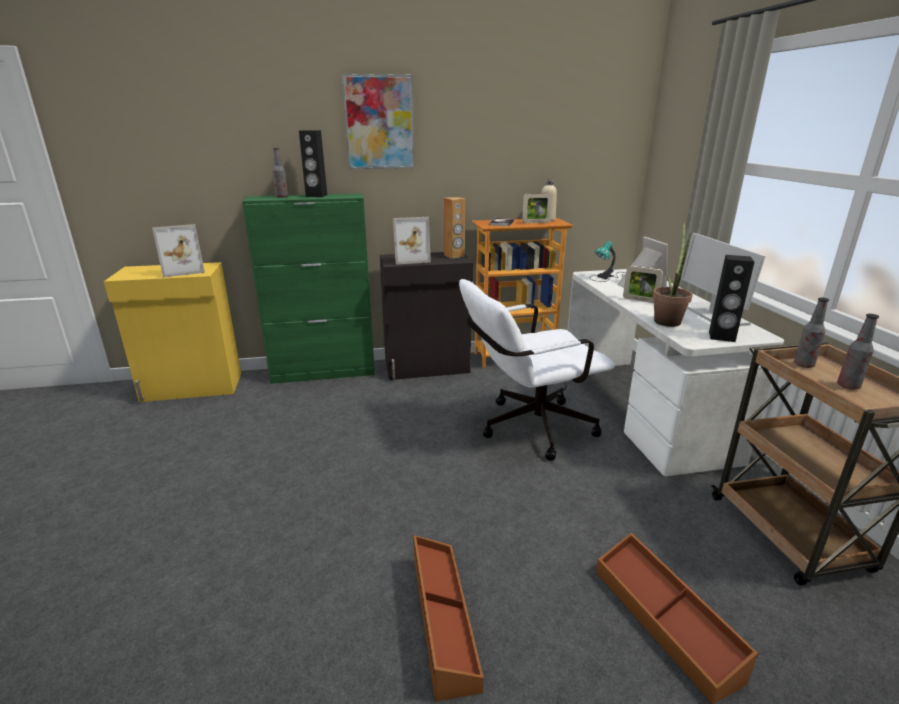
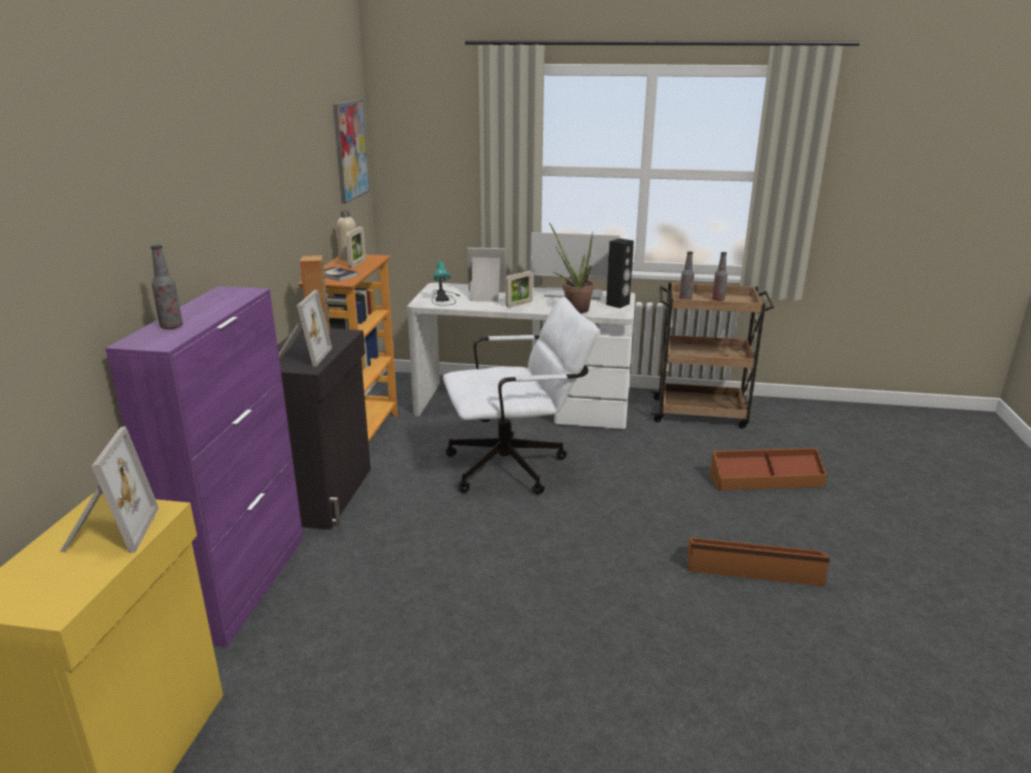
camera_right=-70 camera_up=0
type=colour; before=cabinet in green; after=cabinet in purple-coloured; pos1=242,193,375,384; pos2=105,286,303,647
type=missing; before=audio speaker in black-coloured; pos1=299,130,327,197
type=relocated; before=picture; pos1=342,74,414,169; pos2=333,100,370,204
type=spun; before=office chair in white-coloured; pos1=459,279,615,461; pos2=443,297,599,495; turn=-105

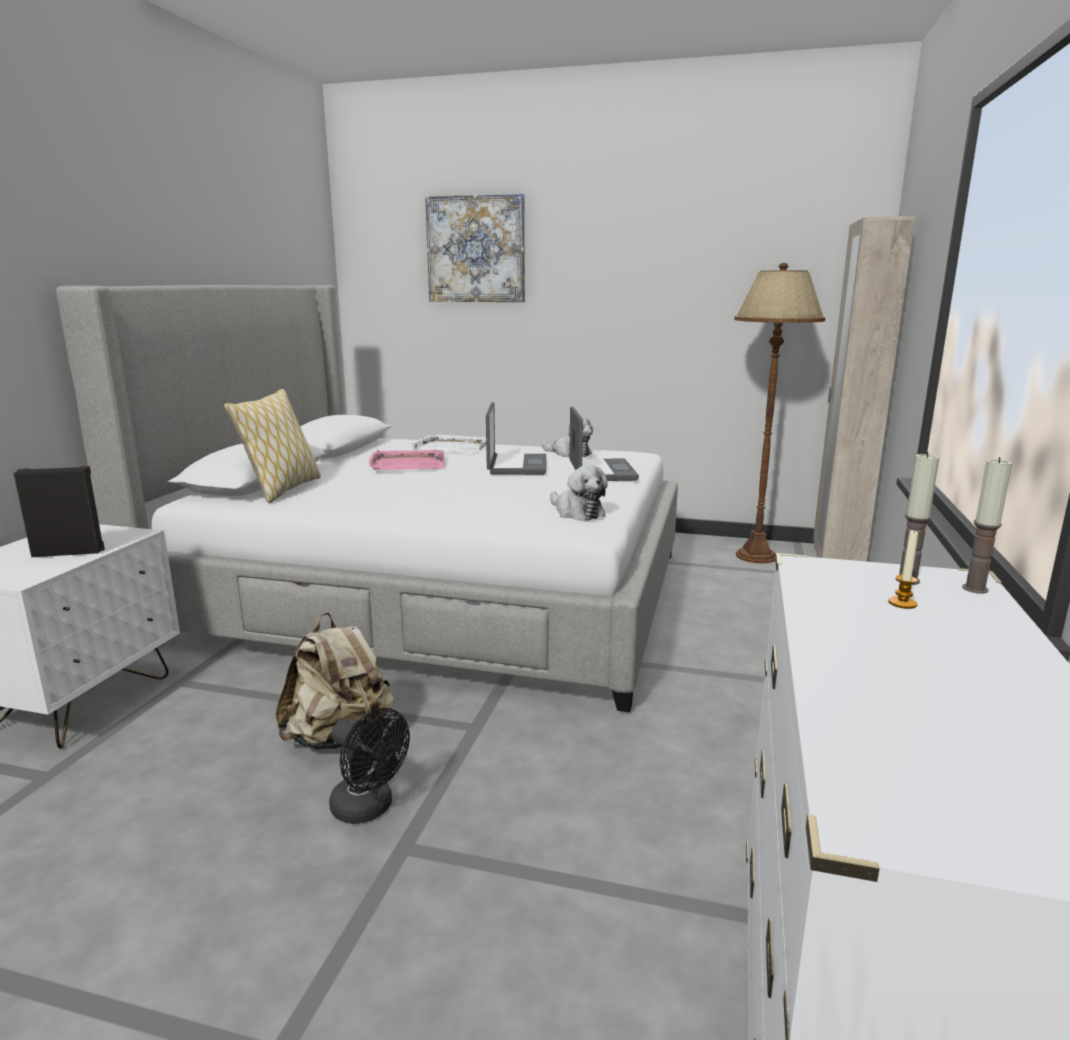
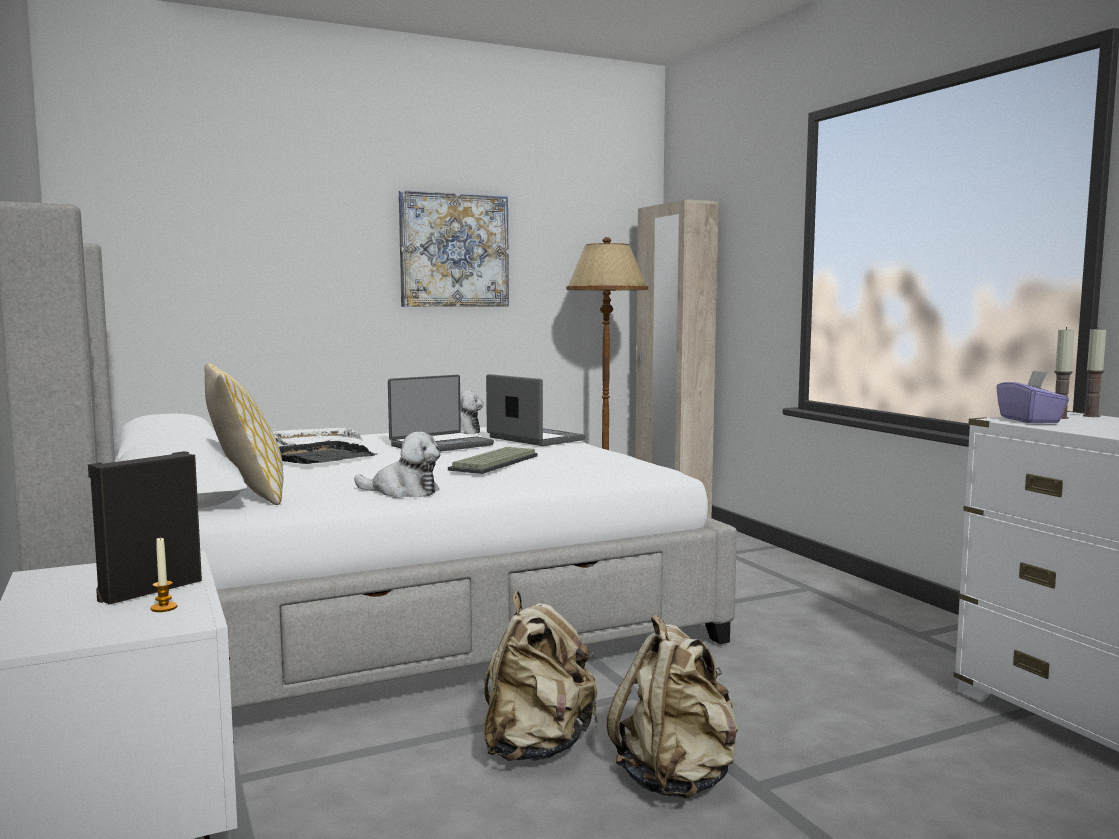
camera_right=-40 camera_up=-10
type=exchanged; before=cooling fan in black-coloured; after=knapsack in beige; pos1=329,708,410,824; pos2=607,614,738,798
type=colour; before=carrying tray in pinkish; after=carrying tray in black-coloured; pos1=369,450,445,470; pos2=279,440,377,464
type=relocated; before=picture; pos1=425,193,525,302; pos2=399,190,509,307
type=spun; before=notebook computer; pos1=486,403,546,475; pos2=388,375,494,452; turn=90
type=relocated; before=cuddly toy; pos1=550,465,608,521; pos2=354,432,440,498
type=relocated; before=wax light; pos1=888,529,918,609; pos2=151,538,177,612
type=appeared; after=PC keyboard; pos2=448,447,538,474
type=appeared; after=box of tissues in purple-coloured; pos2=996,370,1069,423

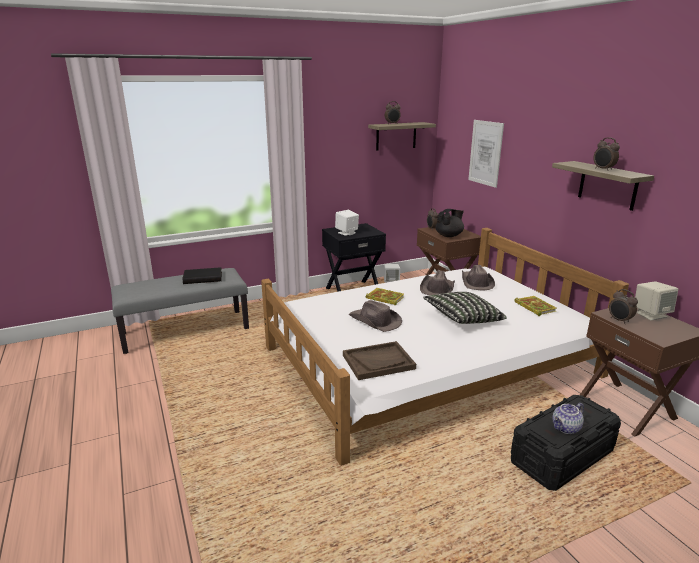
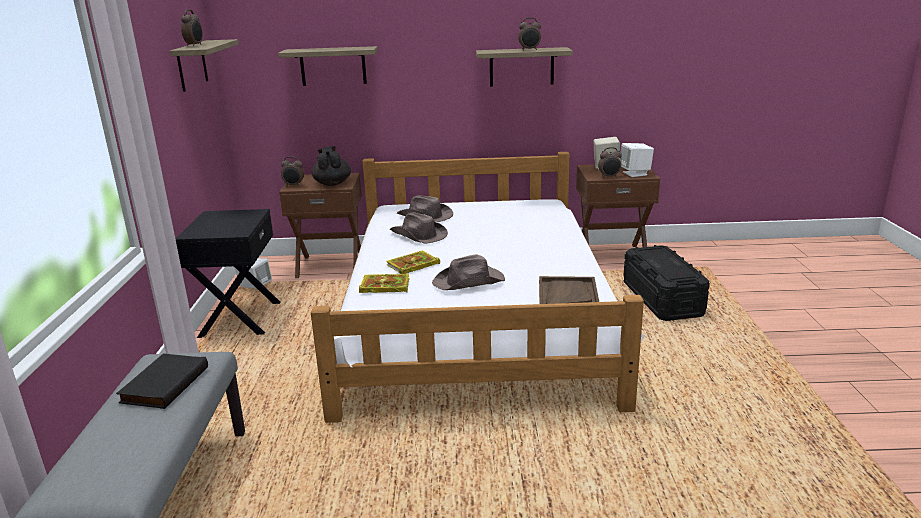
camera_right=-65 camera_up=0
type=relocated; before=audio speaker in white-coloured; pos1=335,210,359,236; pos2=620,143,654,177
type=missing; before=pillow; pos1=423,292,507,324
type=exchanged; before=picture; after=wall shelf; pos1=468,120,504,188; pos2=278,46,378,86
type=relocated; before=volume; pos1=514,296,557,316; pos2=359,274,410,293
type=missing; before=tea pot; pos1=552,403,584,434

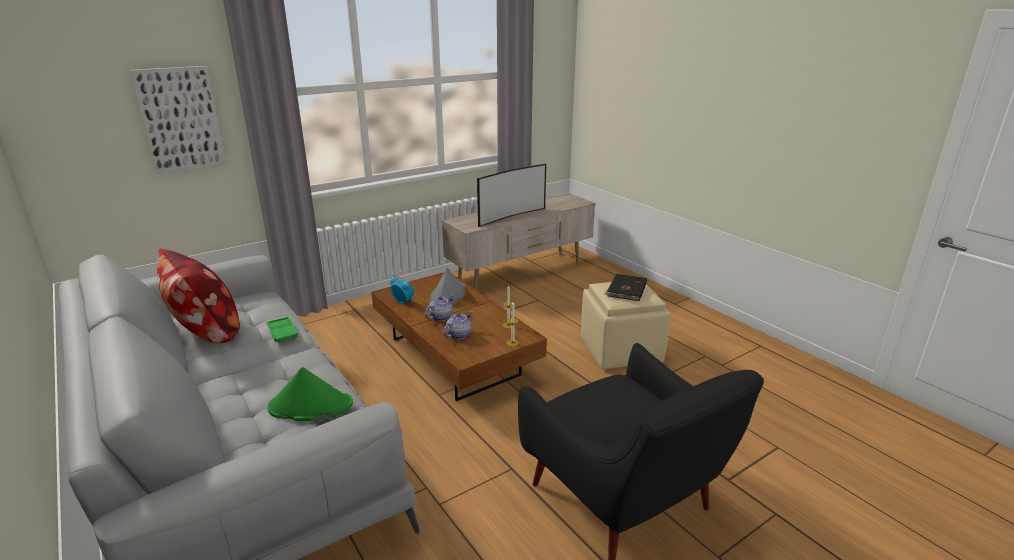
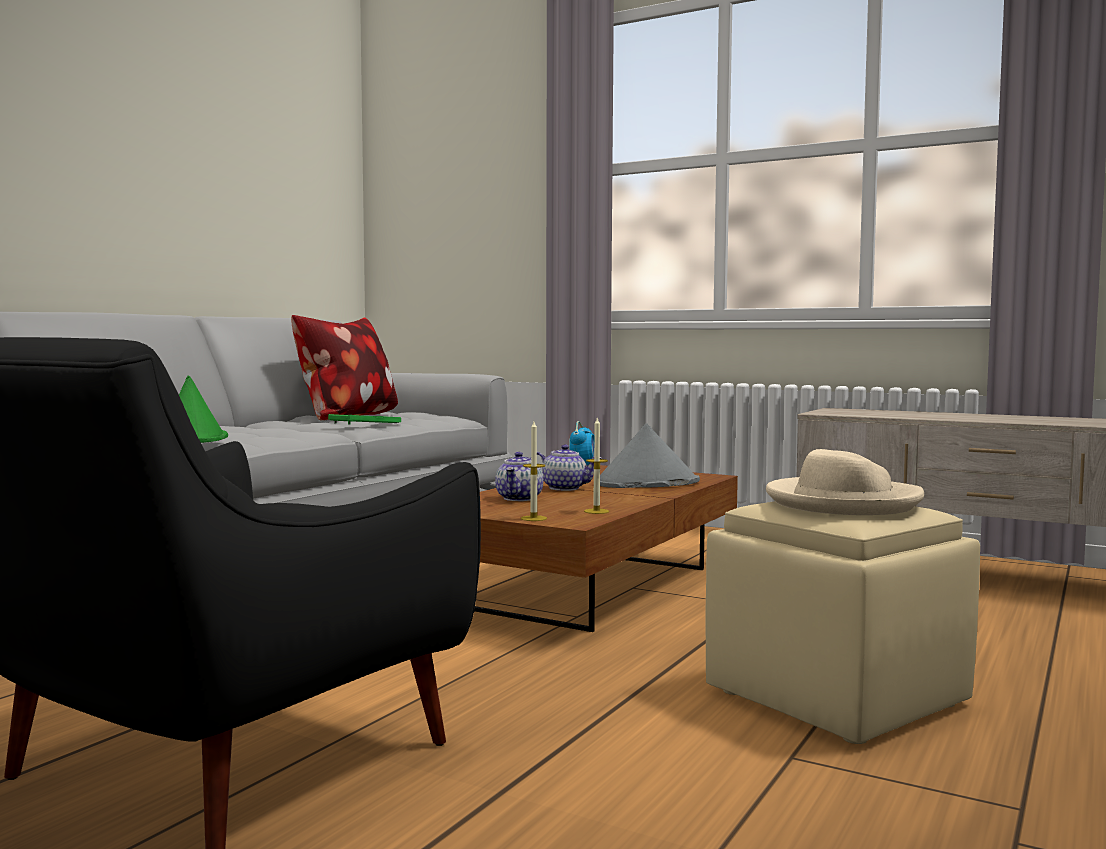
camera_right=65 camera_up=-20
type=missing; before=picture; pos1=130,66,227,174
type=spun; before=tea pot; pos1=444,311,473,339; pos2=495,452,543,501; turn=90
type=missing; before=television; pos1=477,164,546,227
type=exchanged; before=volume in black-coloured; after=clothing hat in beige; pos1=604,274,647,301; pos2=766,449,924,515

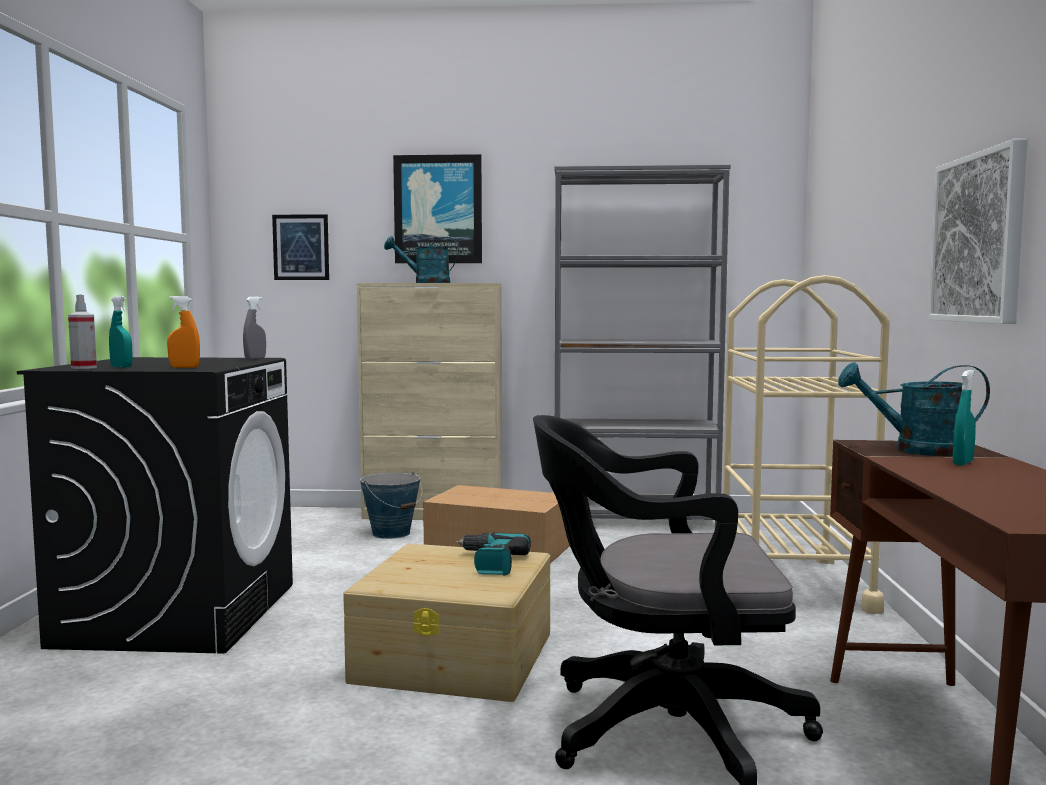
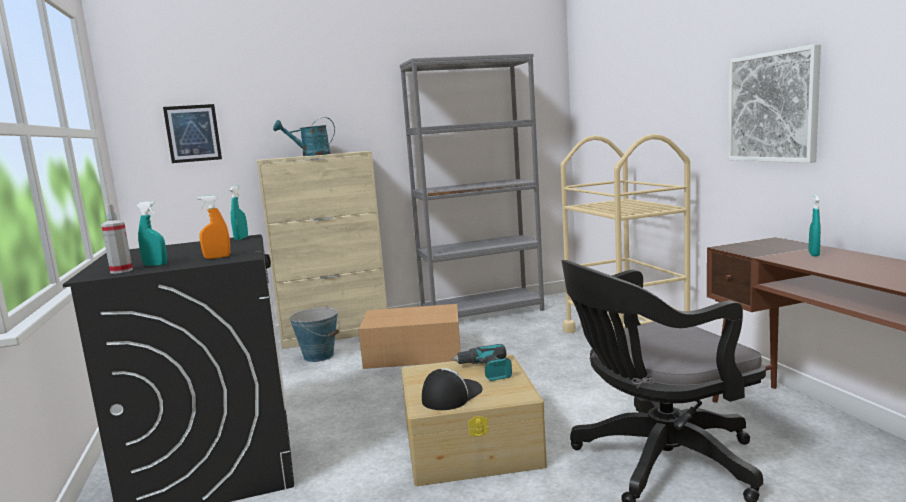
camera_right=-20 camera_up=5
type=colour; before=hand sprayer in gray; after=hand sprayer in blue-green; pos1=243,297,266,359; pos2=230,186,248,240
type=missing; before=picture; pos1=393,154,482,263
type=missing; before=watering pot in blue-green; pos1=838,362,990,456
type=appeared; after=cap; pos2=422,368,482,410

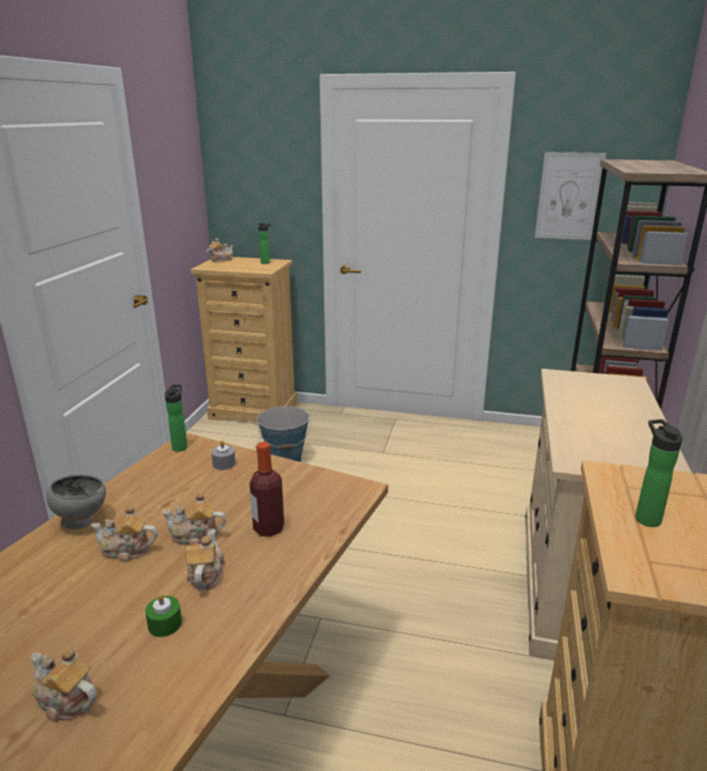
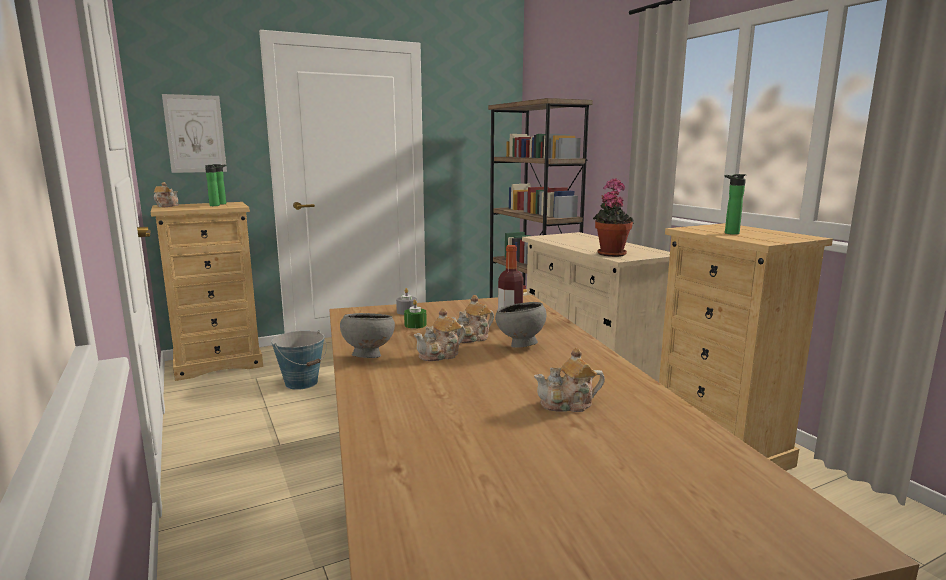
camera_right=-40 camera_up=-10
type=relocated; before=wax light in green; pos1=145,593,182,637; pos2=404,300,427,329
type=relocated; before=drink bottle; pos1=165,384,188,452; pos2=205,165,220,206
type=exchanged; before=tea pot; after=bowl in gray; pos1=186,529,225,590; pos2=495,302,546,348
type=relocated; before=picture; pos1=535,152,606,240; pos2=162,94,227,173
type=appeared; after=plant in a pot; pos2=593,178,634,257

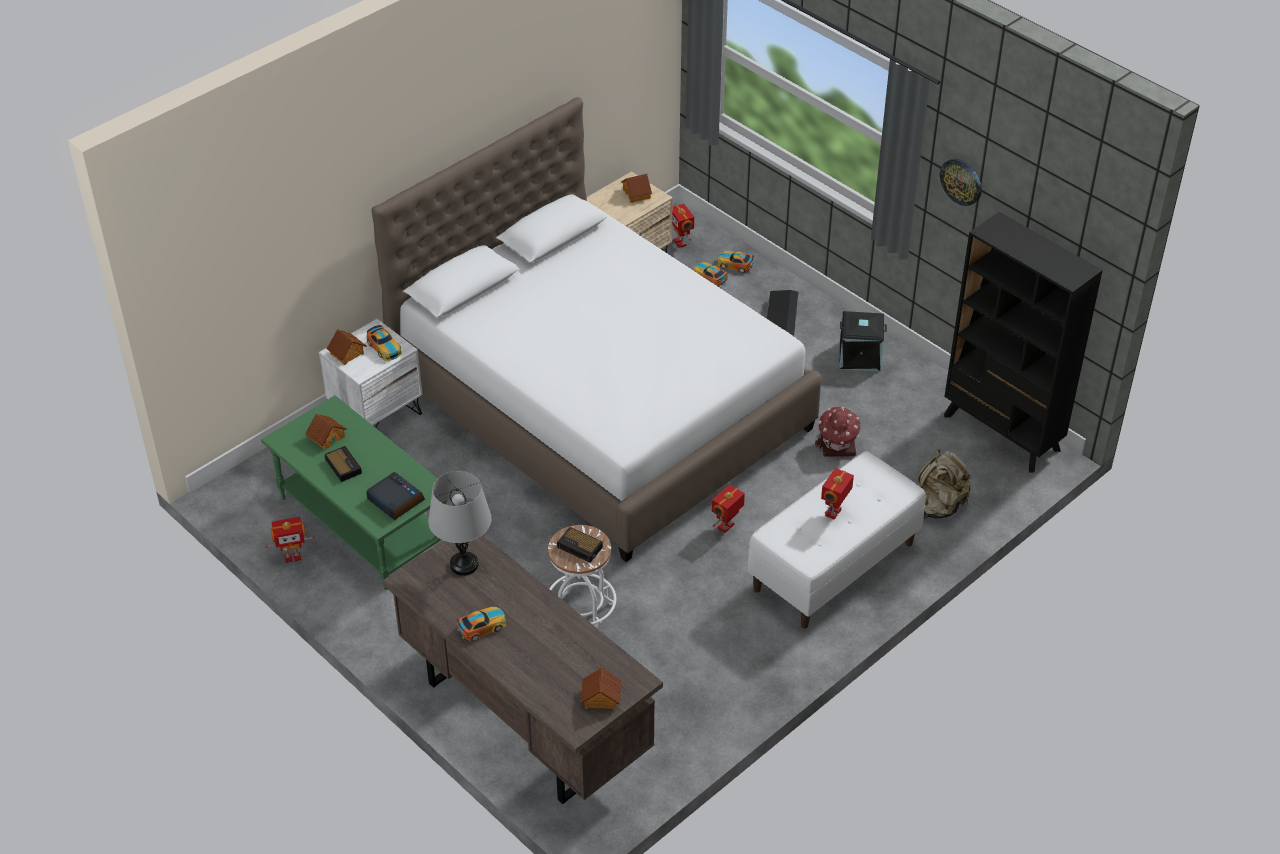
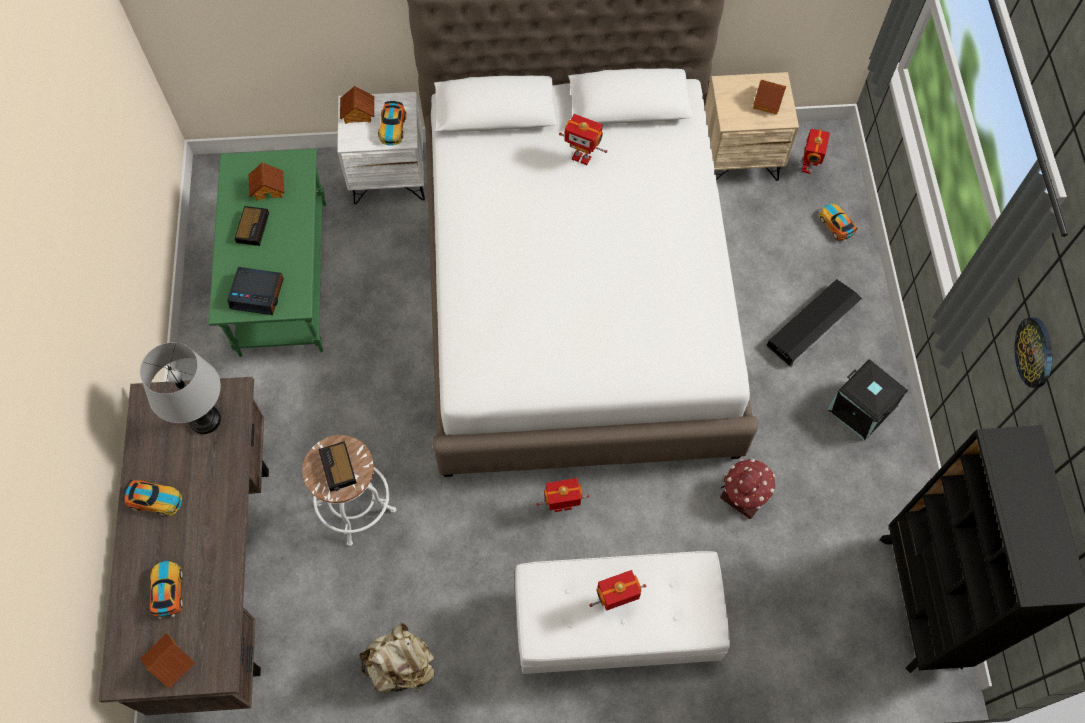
camera_right=40 camera_up=20
type=relocated; before=toy robot; pos1=265,517,314,563; pos2=559,114,608,165
type=spun; before=bedside clock; pos1=366,472,425,520; pos2=227,267,284,315; turn=105
type=relocated; before=toy car; pos1=693,262,728,287; pos2=149,561,183,619
type=relocated; before=knapsack in beige; pos1=918,449,971,519; pos2=359,623,435,693

